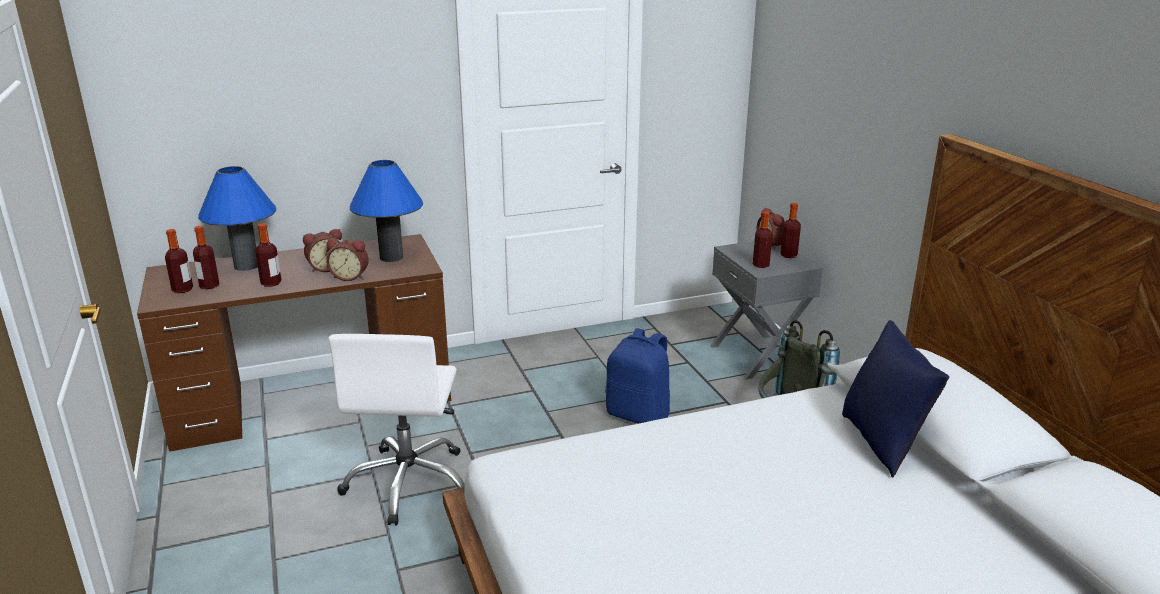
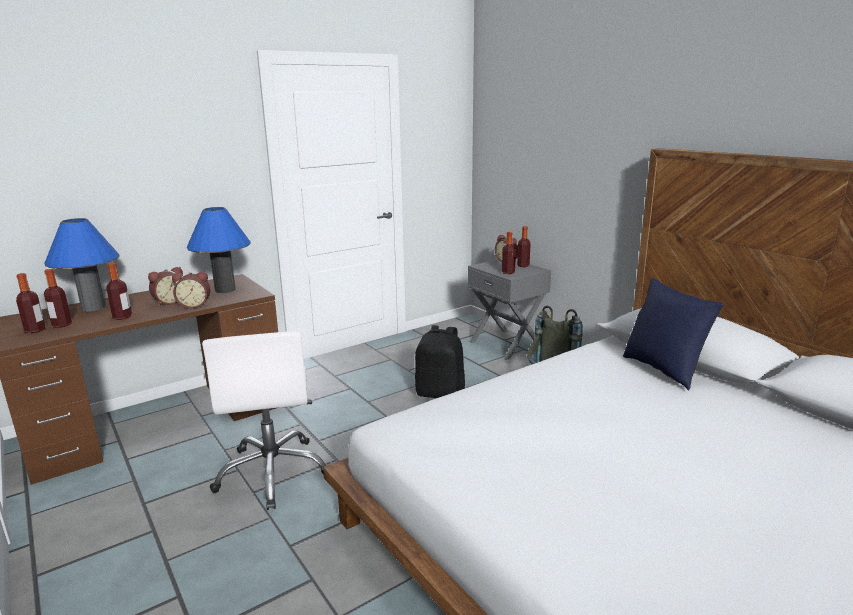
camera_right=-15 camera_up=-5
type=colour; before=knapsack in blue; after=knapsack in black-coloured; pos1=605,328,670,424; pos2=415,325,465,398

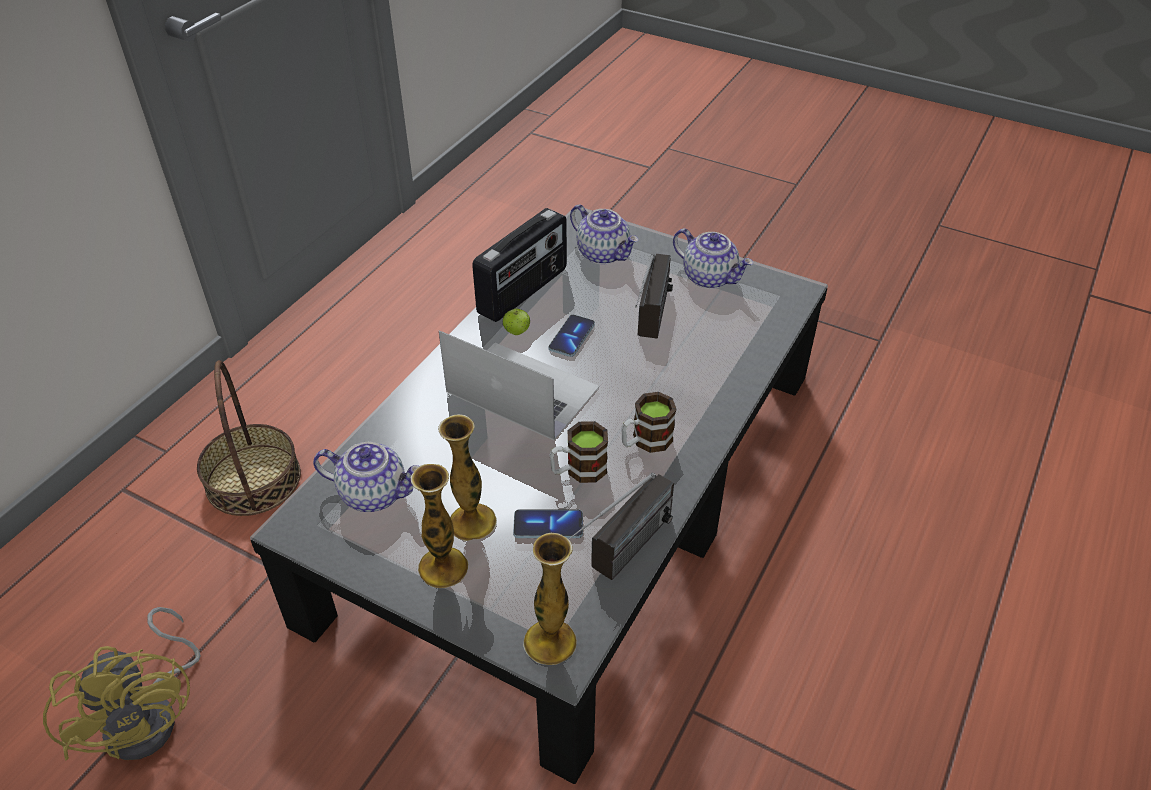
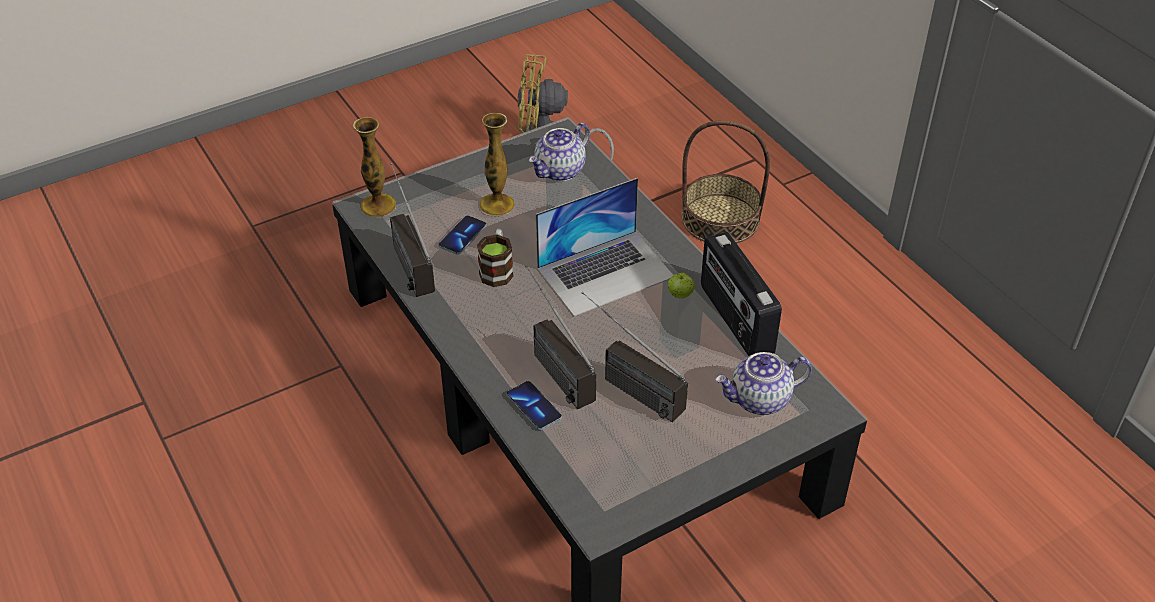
camera_right=120 camera_up=0
type=missing; before=decorative vase; pos1=410,464,469,588
type=relocated; before=telephone; pos1=549,315,595,357; pos2=507,381,562,430
type=missing; before=tea mug; pos1=621,392,676,453
type=missing; before=tea pot; pos1=673,228,753,289
type=appeared; after=radio receiver; pos2=525,265,596,410

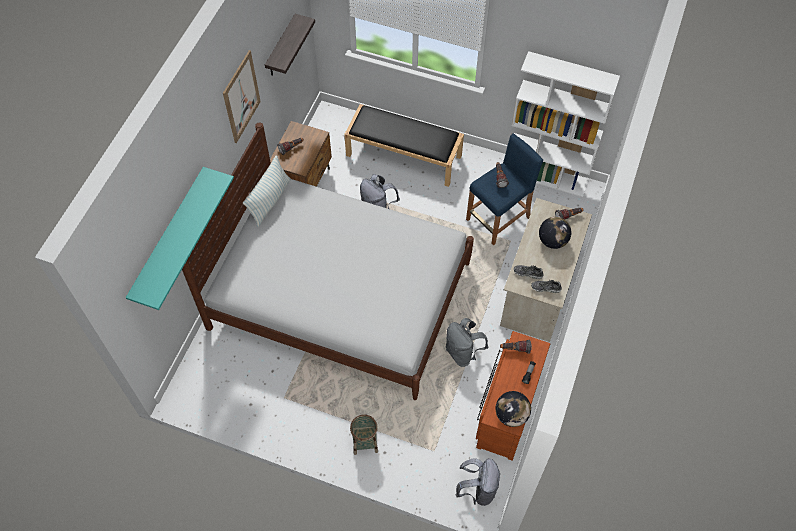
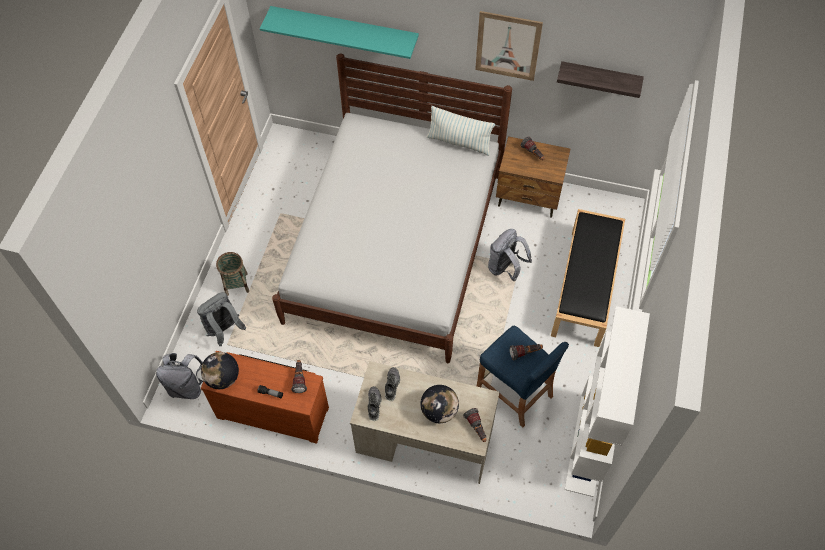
camera_right=85 camera_up=0
type=relocated; before=knapsack in gray; pos1=446,318,488,367; pos2=197,292,247,346

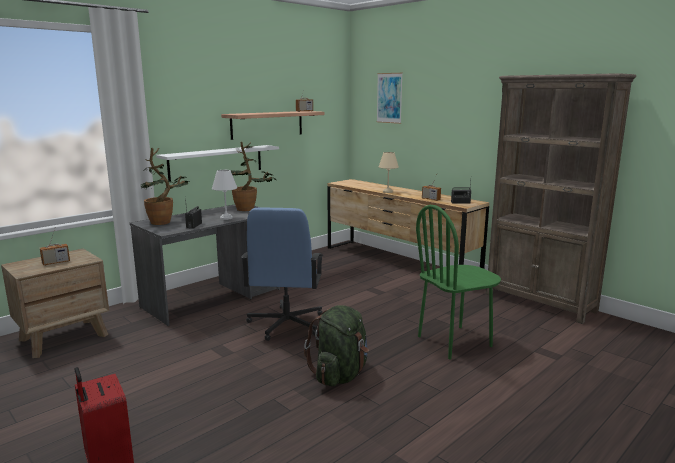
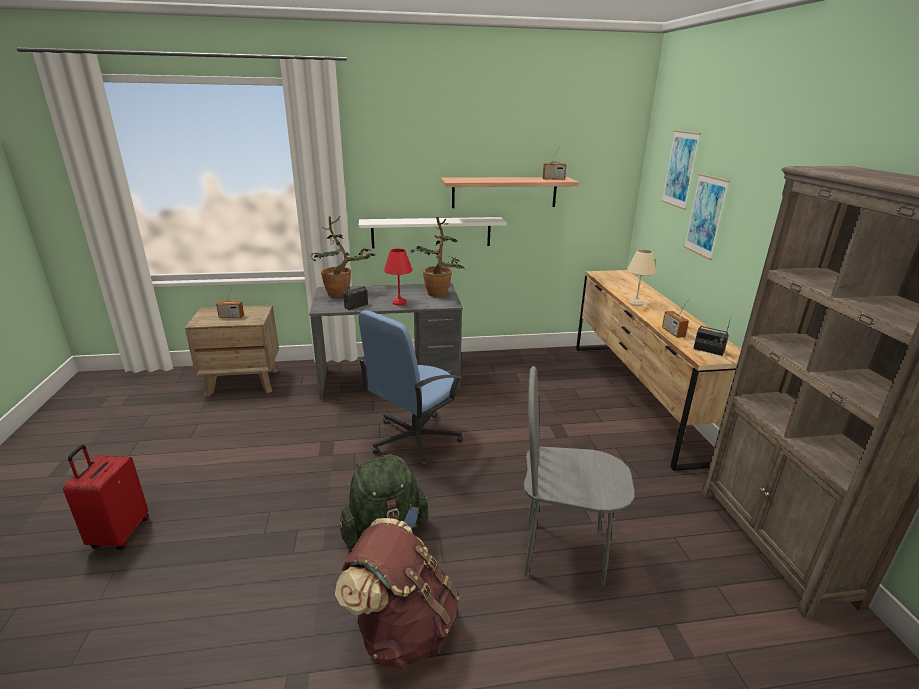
camera_right=35 camera_up=10
type=colour; before=table lamp in white-coloured; after=table lamp in red; pos1=212,170,237,220; pos2=384,249,413,305
type=colour; before=upright chair in green; after=upright chair in gray; pos1=416,205,501,360; pos2=524,366,635,586
type=appeared; after=knapsack in brown-coloured; pos2=335,518,459,670
type=appeared; after=picture; pos2=684,174,730,260

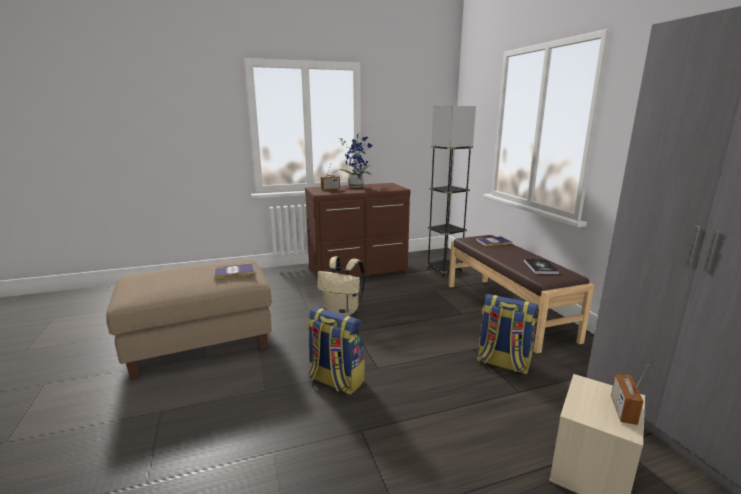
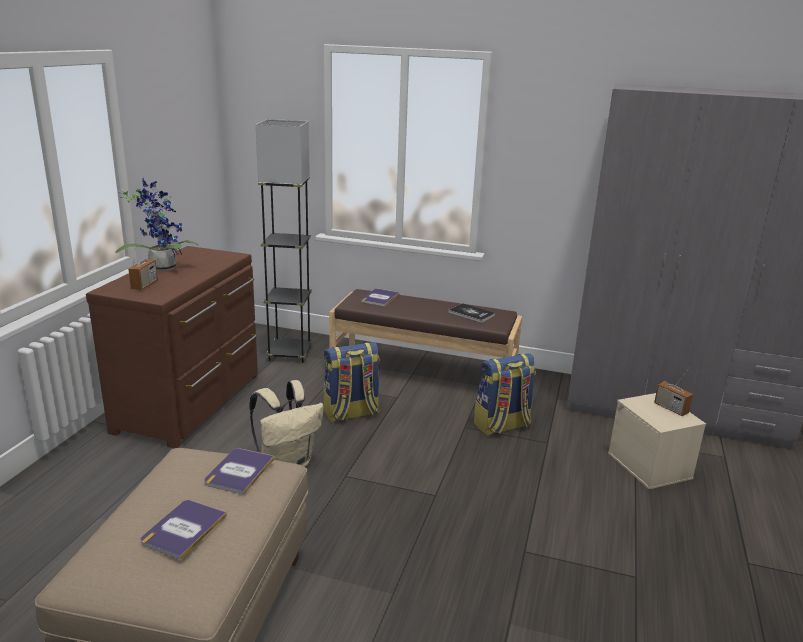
camera_right=-55 camera_up=5
type=relocated; before=knapsack; pos1=307,307,365,395; pos2=323,342,380,422
type=appeared; after=volume; pos2=140,500,227,560

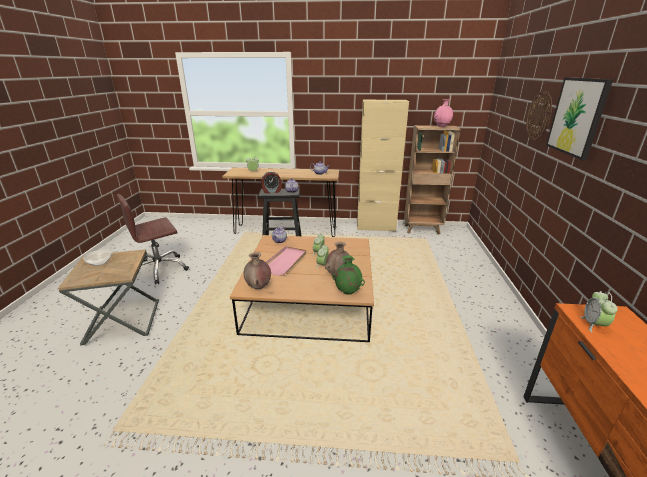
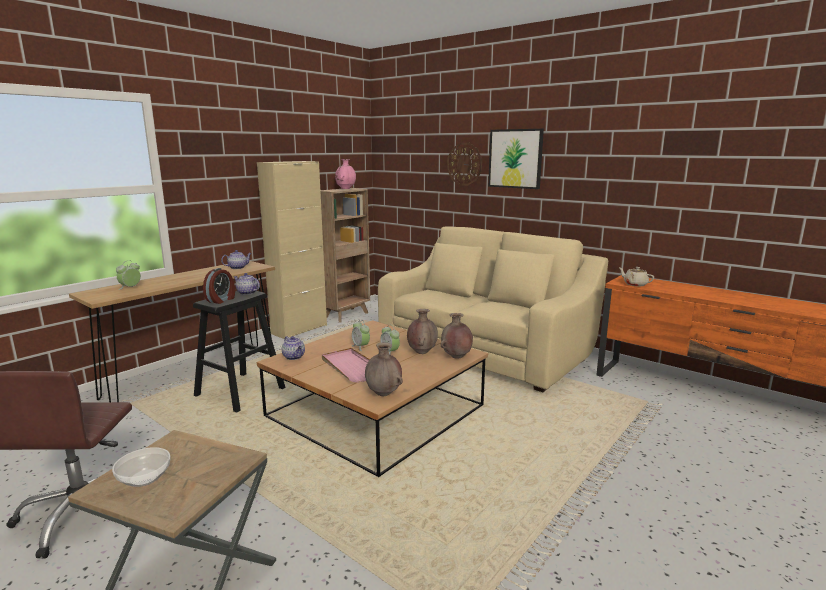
camera_right=-55 camera_up=-10
type=colour; before=decorative vase in green; after=decorative vase in brown-coloured; pos1=333,255,365,295; pos2=441,313,473,359
type=exchanged; before=bedside clock; after=tea pot in beige; pos1=580,291,618,332; pos2=618,267,654,286
type=appeared; after=sofa in beige; pos2=378,227,608,392

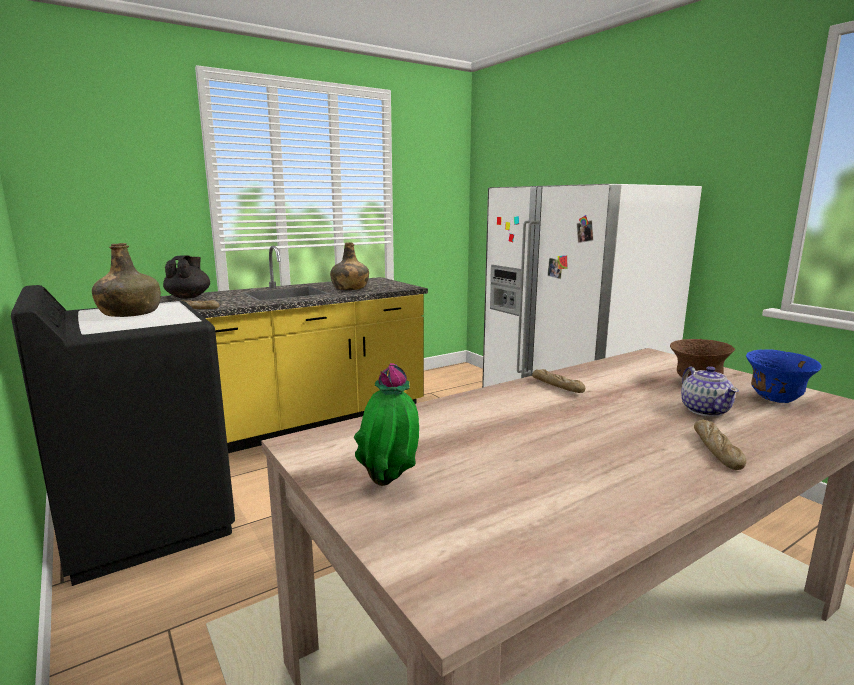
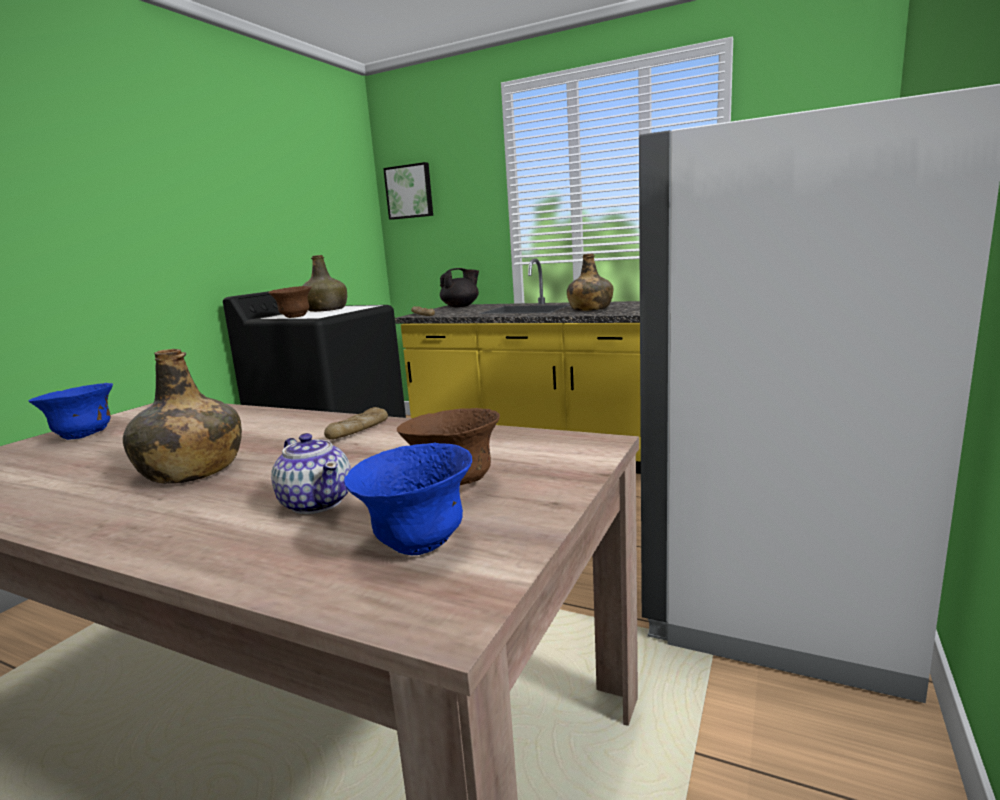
camera_right=60 camera_up=0
type=exchanged; before=plant in a pot; after=bowl in blue; pos1=354,363,419,486; pos2=28,383,113,440
type=spun; before=tea pot; pos1=681,366,739,417; pos2=271,433,351,514; turn=-90
type=missing; before=bread; pos1=694,419,746,470
type=appeared; after=drink bottle in green; pos2=123,349,242,484
type=appeared; after=bowl in brown-coloured; pos2=268,286,311,318
type=appeared; after=picture; pos2=383,162,433,220

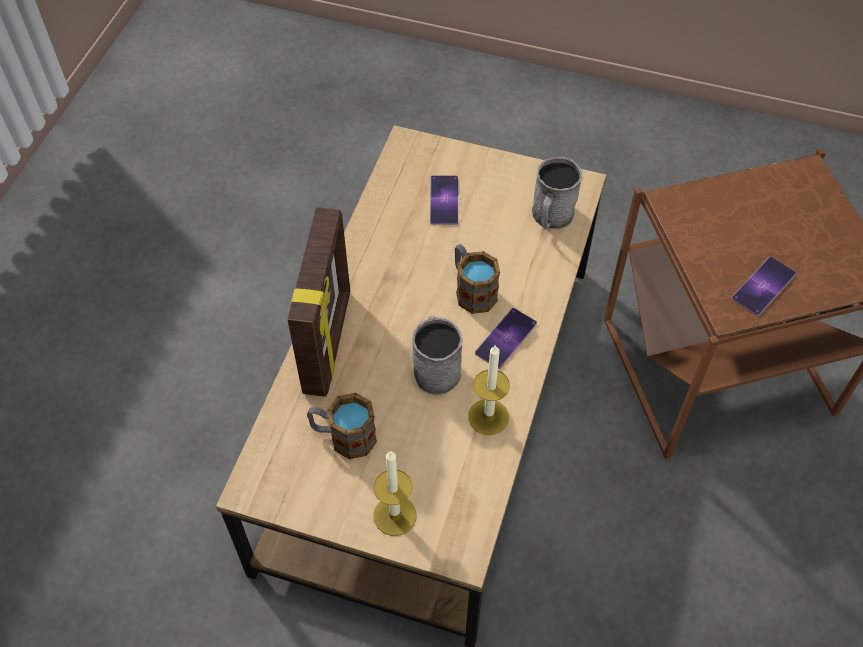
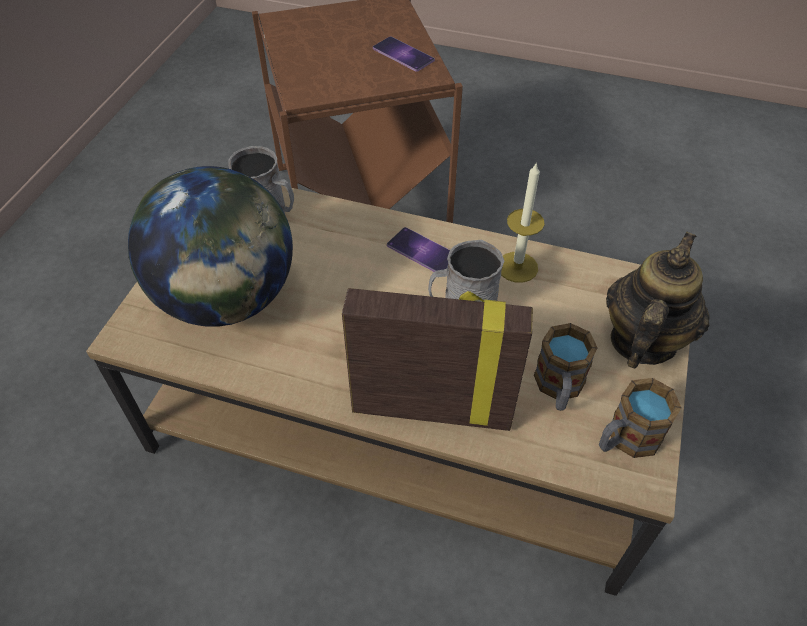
camera_right=-90 camera_up=-5
type=exchanged; before=wax light; after=tea pot; pos1=374,450,417,536; pos2=606,232,710,368
type=exchanged; before=telephone; after=world globe; pos1=430,175,459,225; pos2=128,166,293,327
type=relocated; before=tea mug; pos1=455,244,500,314; pos2=599,378,681,458

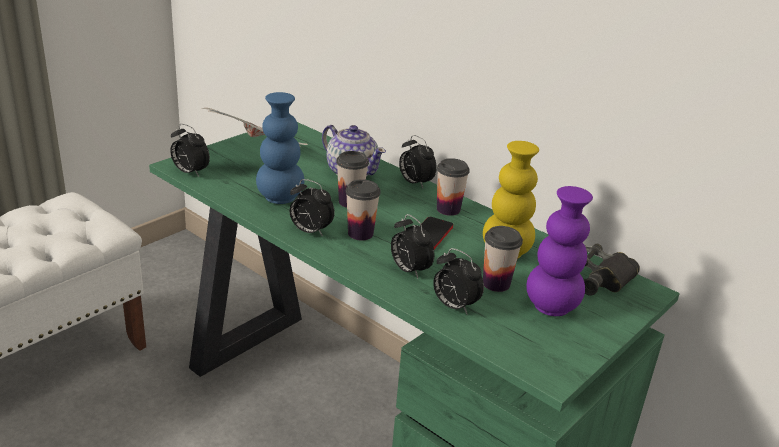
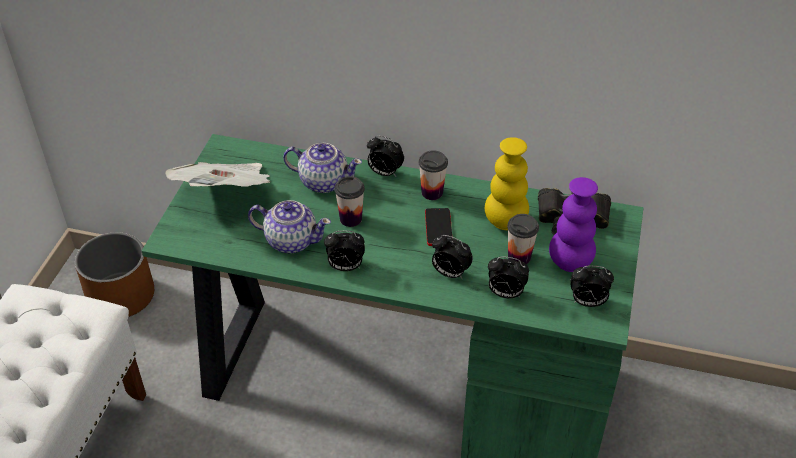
camera_right=-25 camera_up=15
type=relocated; before=bedside clock; pos1=170,124,210,177; pos2=570,266,614,307
type=exchanged; before=decorative vase in blue; after=tea pot; pos1=256,92,304,204; pos2=248,200,331,254
type=missing; before=drinking cup; pos1=346,179,381,241
type=appeared; after=planter in brown-coloured; pos2=75,232,154,317

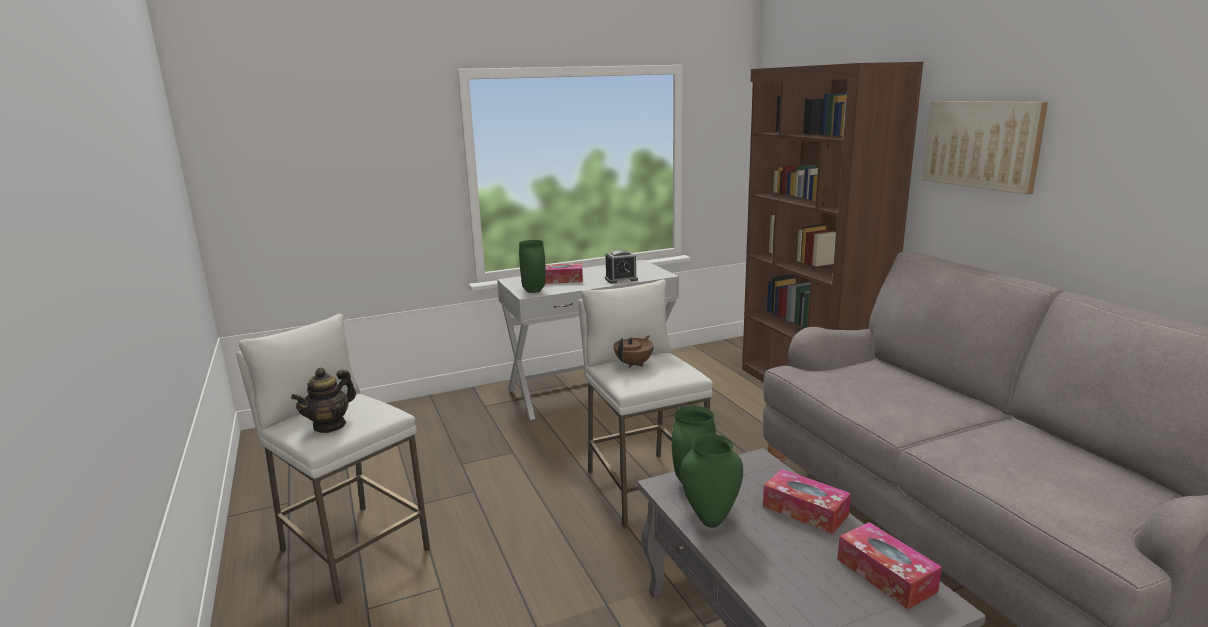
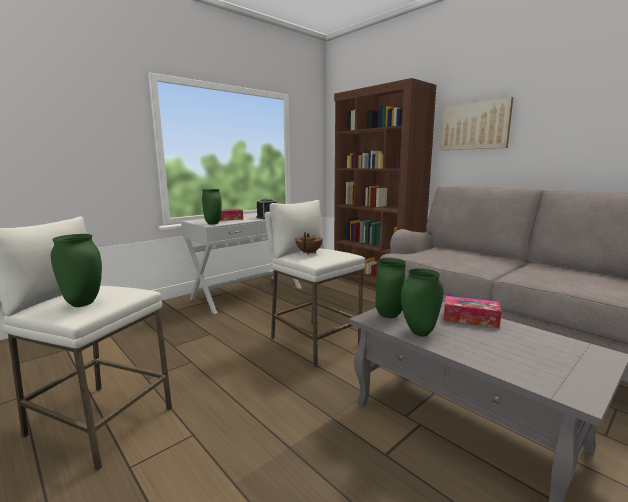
camera_right=-20 camera_up=-5
type=exchanged; before=tea pot; after=decorative vase in green; pos1=291,368,356,433; pos2=51,234,102,307
type=missing; before=box of tissues; pos1=837,522,942,609

